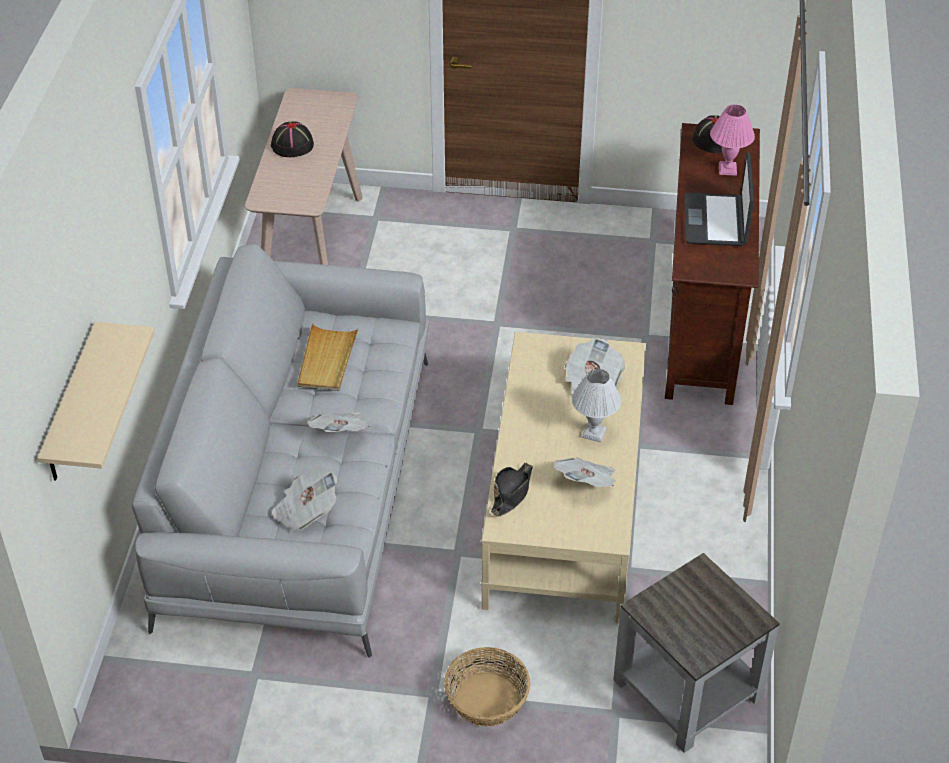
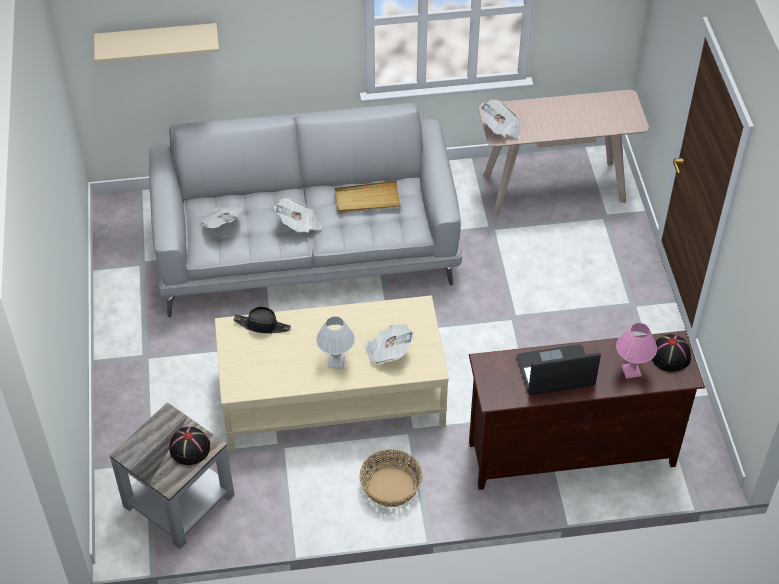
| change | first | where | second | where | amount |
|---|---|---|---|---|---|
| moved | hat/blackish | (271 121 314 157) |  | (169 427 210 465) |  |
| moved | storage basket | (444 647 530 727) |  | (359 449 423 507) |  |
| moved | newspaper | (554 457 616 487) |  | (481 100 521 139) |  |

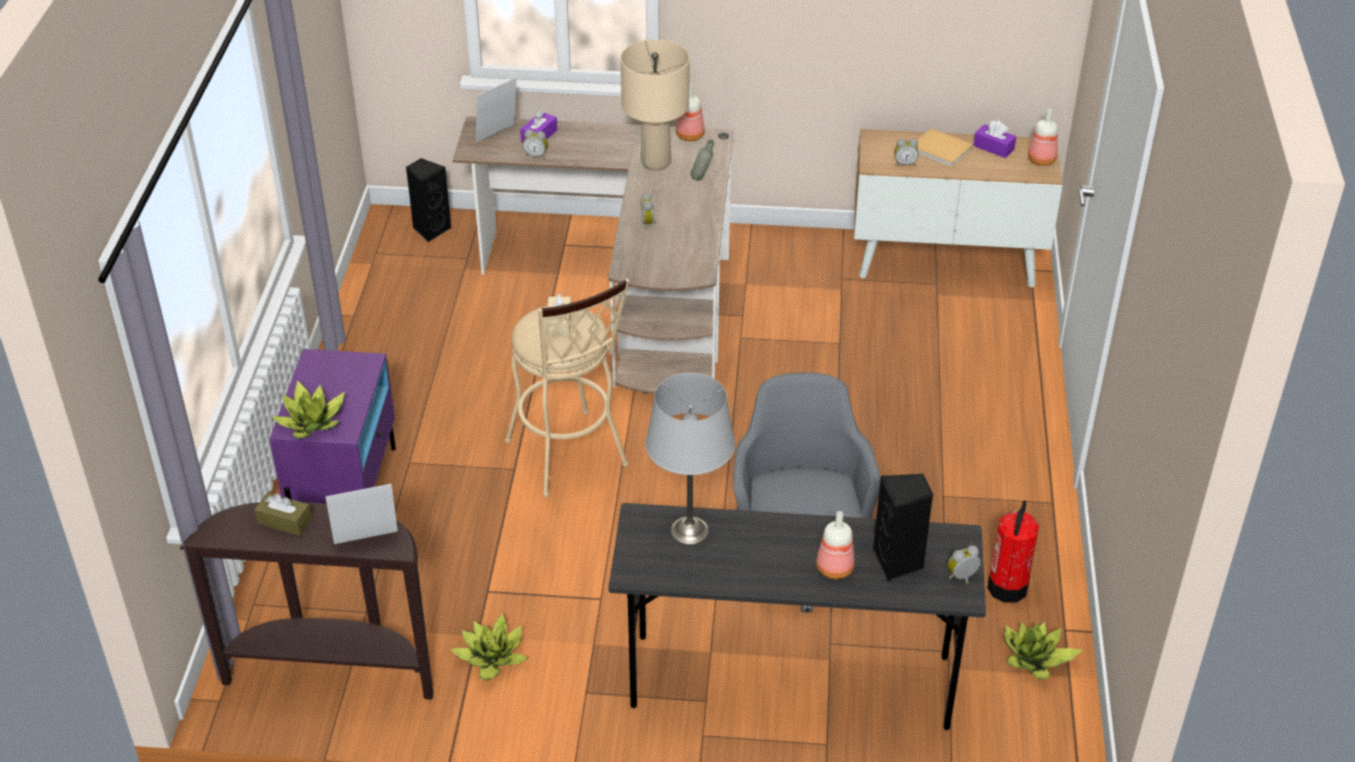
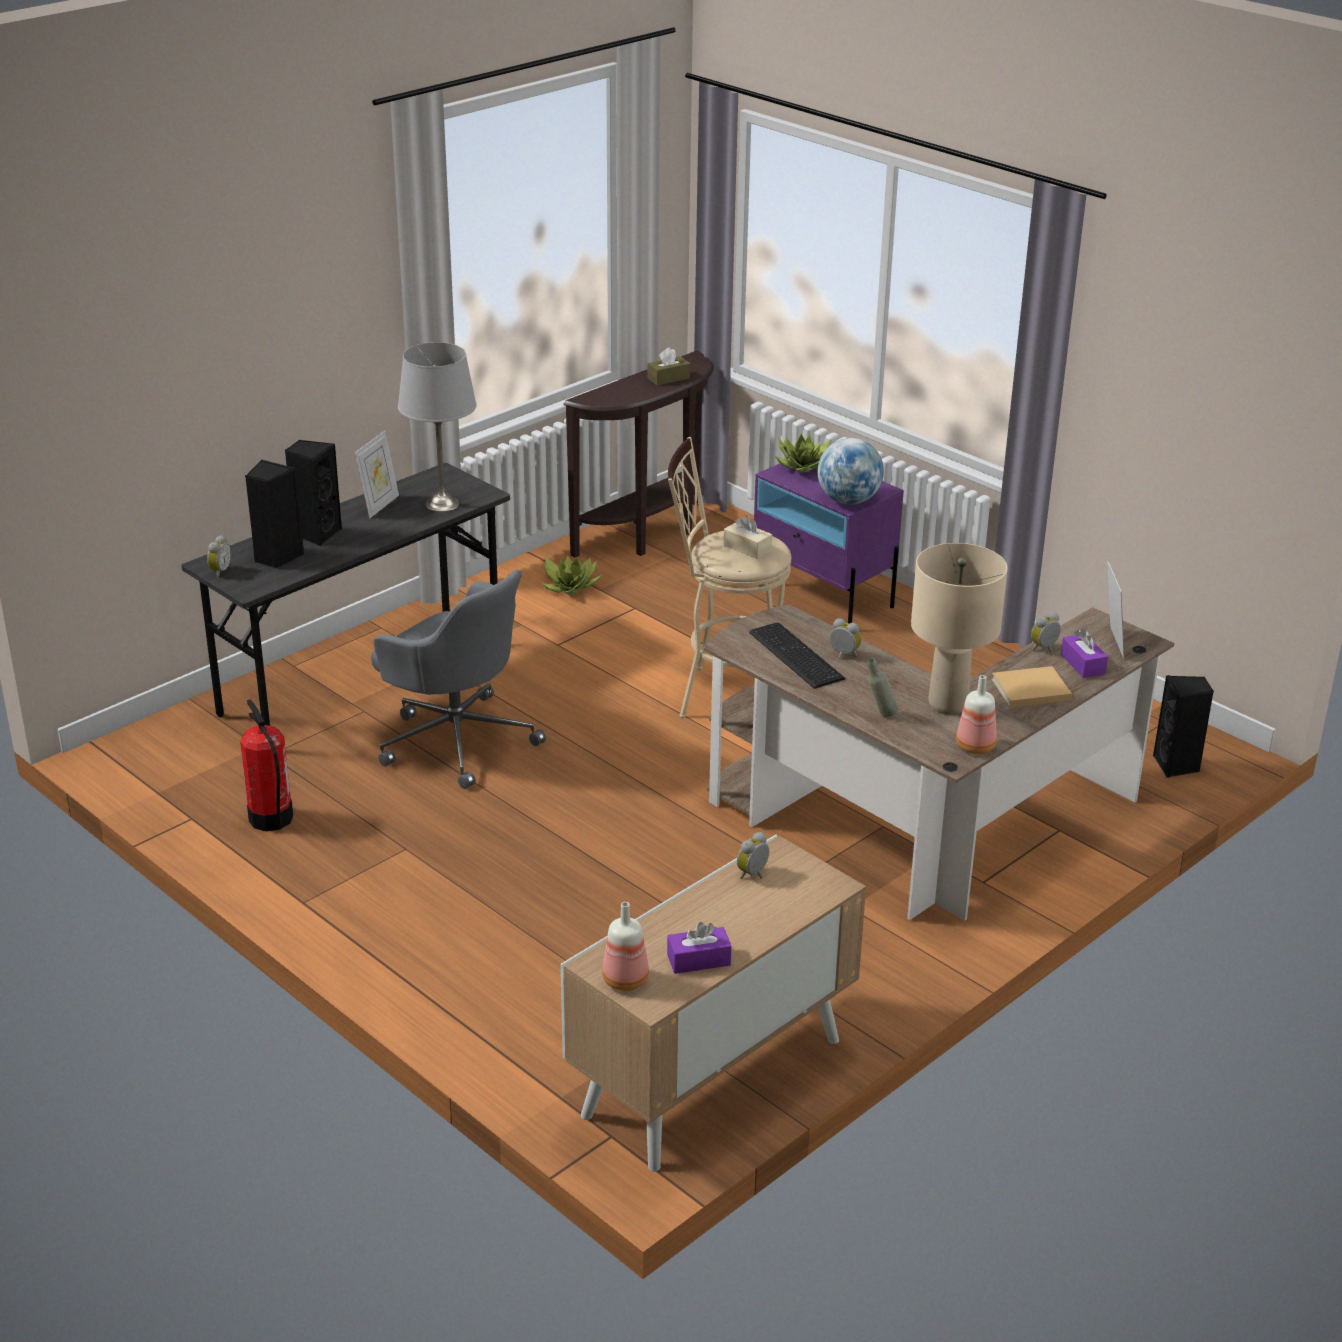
| change | first | where | second | where | amount |
|---|---|---|---|---|---|
| removed | potted plant | (1004 621 1082 680) |  |  |  |
| added |  |  | PC keyboard | (749 623 845 689) |  |
| added |  |  | desk globe | (818 438 884 505) |  |
| moved | photo frame | (326 484 398 544) |  | (355 431 399 518) |  |
| moved | volume/beige-coloured | (917 128 973 168) |  | (991 666 1072 707) |  |
| replaced | beverage bottle | (816 511 855 579) | speaker/blackish | (285 440 342 546) |  |

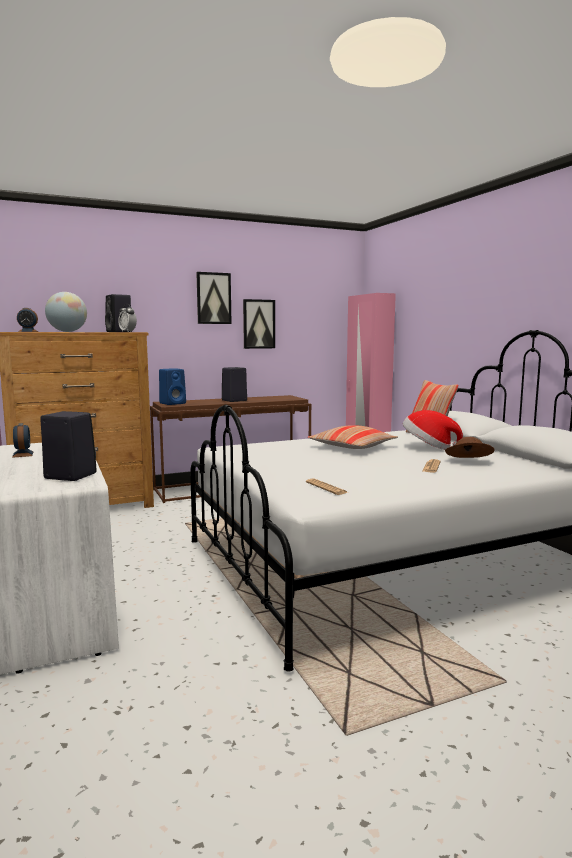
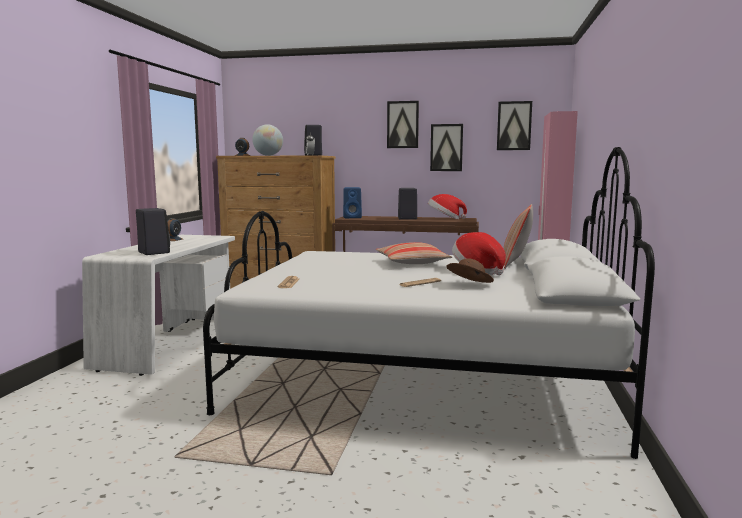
| change | first | where | second | where | amount |
|---|---|---|---|---|---|
| added |  |  | hat | (428 194 467 219) |  |
| added |  |  | wall picture | (497 101 532 150) |  |

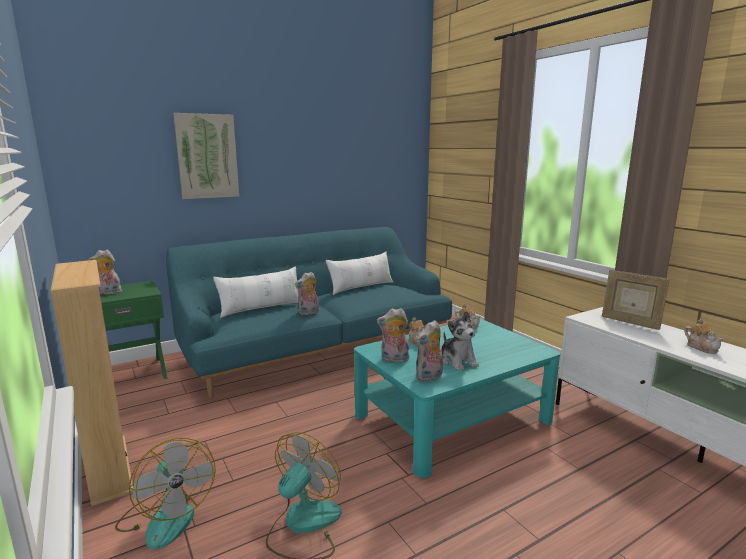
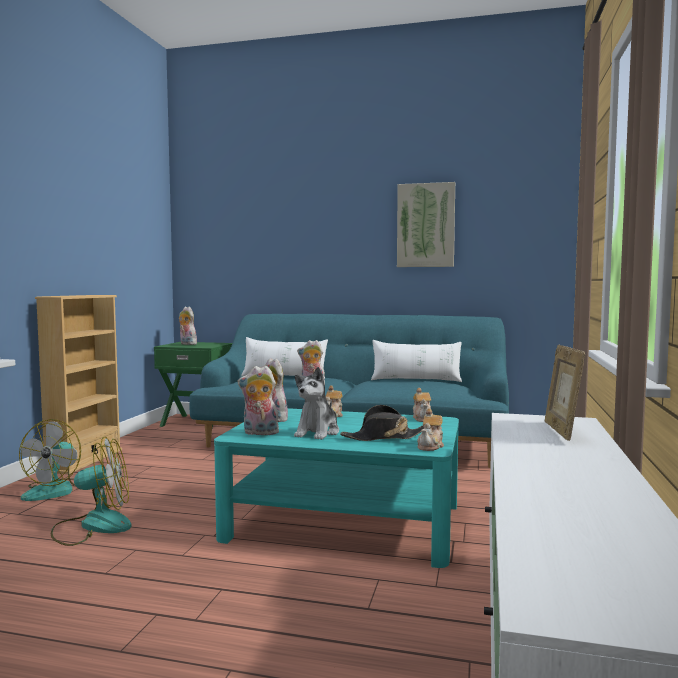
| change | first | where | second | where | amount |
|---|---|---|---|---|---|
| added |  |  | hat/blackish | (340 405 424 441) |  |
| moved | wall picture | (173 113 239 199) |  | (397 182 455 267) |  |
| moved | teapot | (684 319 724 354) |  | (417 409 444 451) |  |

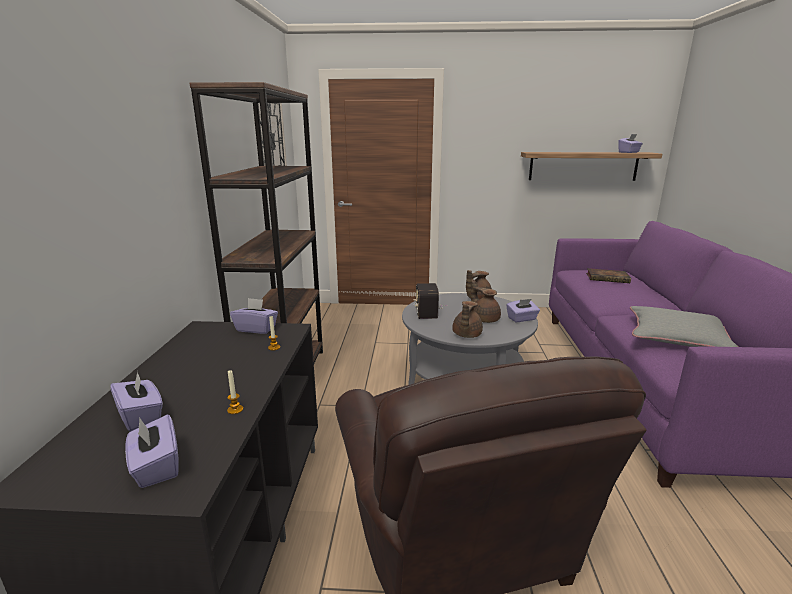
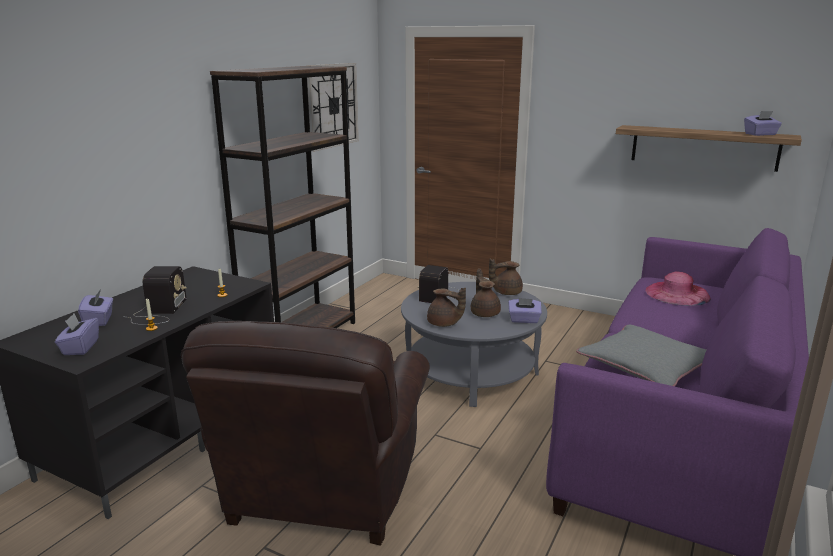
| change | first | where | second | where | amount |
|---|---|---|---|---|---|
| removed | tissue box/purple-coloured | (230 298 278 334) |  |  |  |
| added |  |  | radio | (128 266 187 325) |  |
| replaced | volume | (586 268 631 283) | hat/pink | (645 272 711 306) |  |
| turned | teapot/brownish | (452 301 483 338) |  | (427 288 466 327) | 105 degrees counterclockwise |

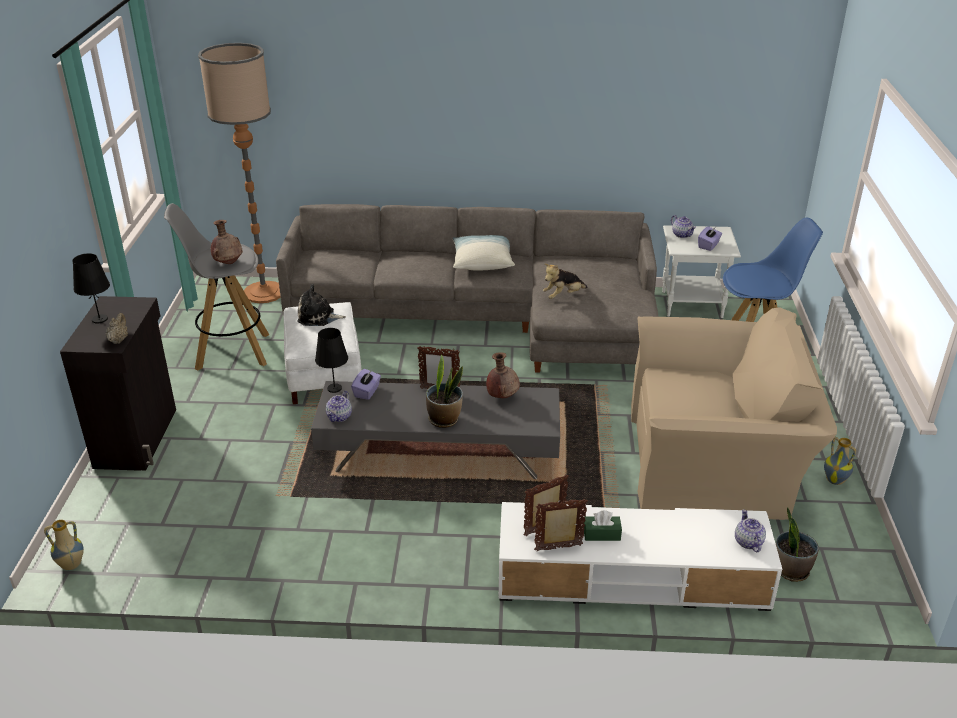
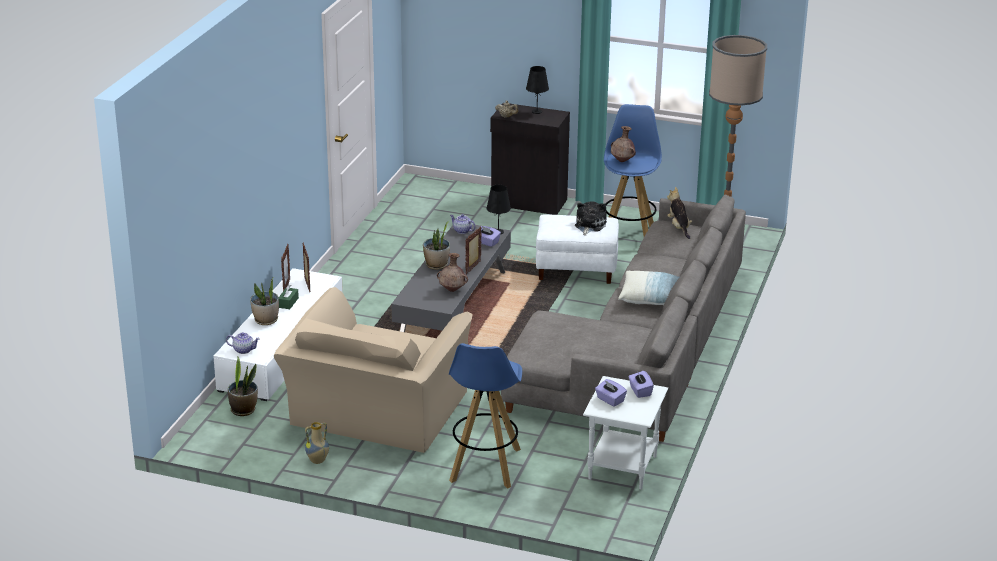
| change | first | where | second | where | amount |
|---|---|---|---|---|---|
| removed | flower vase | (44 520 84 570) |  |  |  |
| added |  |  | potted plant | (250 277 279 325) |  |
| moved | soft toy | (543 264 588 299) |  | (667 187 692 239) |  |
| replaced | teapot | (671 215 696 238) | tissue box/purple-coloured | (628 371 654 398) |  |
| recoloured | sitting stool/gray | (164 203 269 371) | sitting stool/blue-coloured | (604 104 662 236) |  |

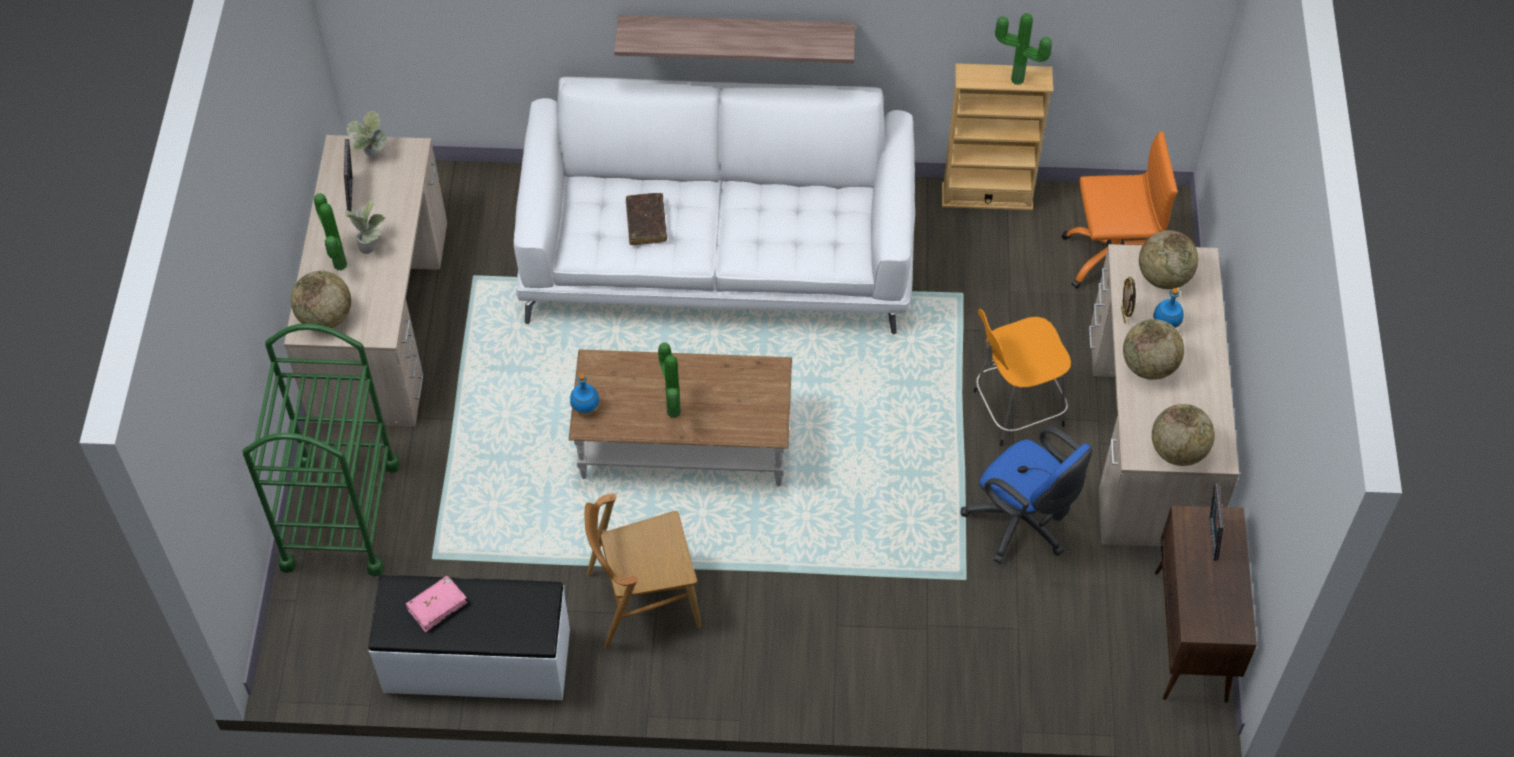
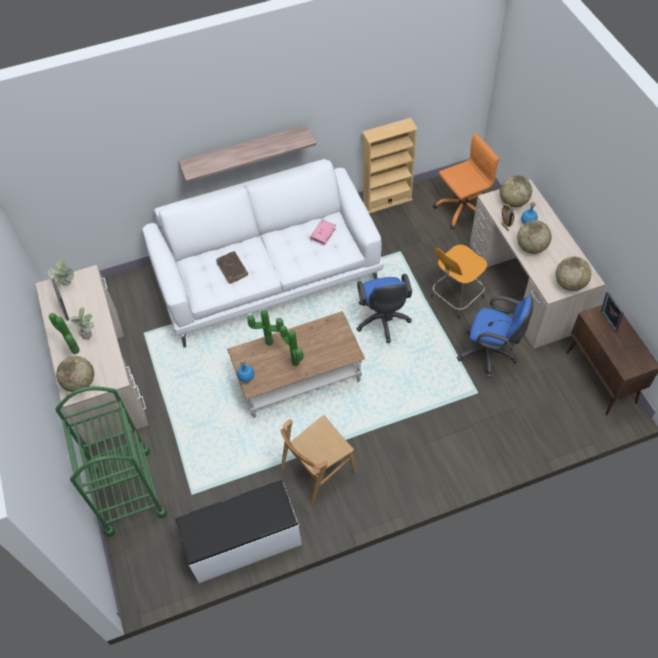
| change | first | where | second | where | amount |
|---|---|---|---|---|---|
| added |  |  | computer chair/blue-coloured | (356 274 412 343) |  |
| moved | volume/pink | (406 576 467 632) |  | (310 220 336 246) |  |
| moved | potted plant | (995 13 1052 85) |  | (247 309 284 346) |  |

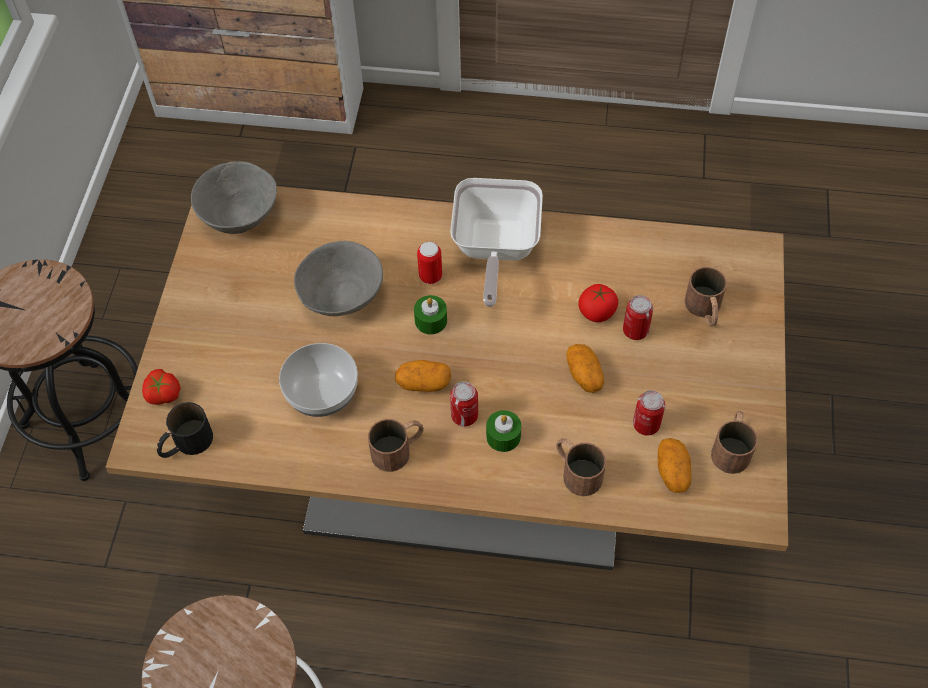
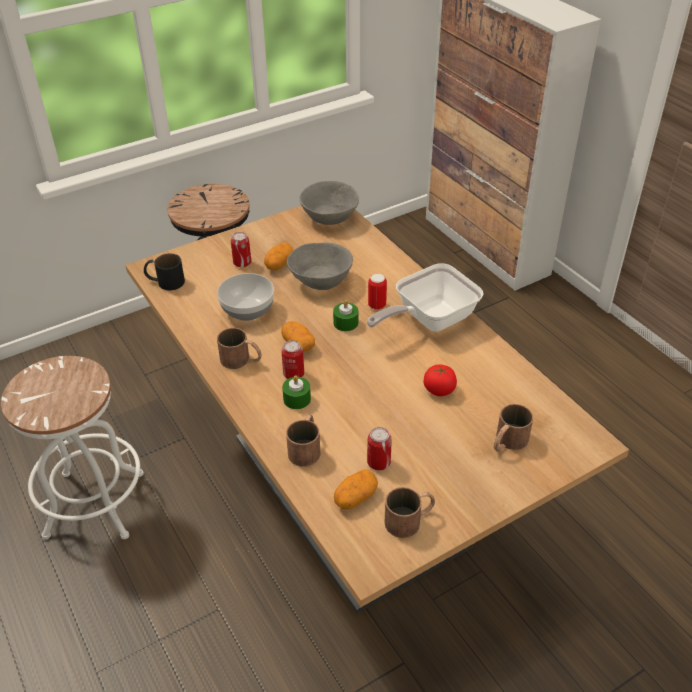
| change | first | where | second | where | amount |
|---|---|---|---|---|---|
| removed | whole tomato | (142 369 181 405) |  |  |  |
| moved | potato | (567 344 604 393) |  | (264 243 293 270) |  |
| moved | can | (623 295 653 340) |  | (231 232 251 267) |  |

